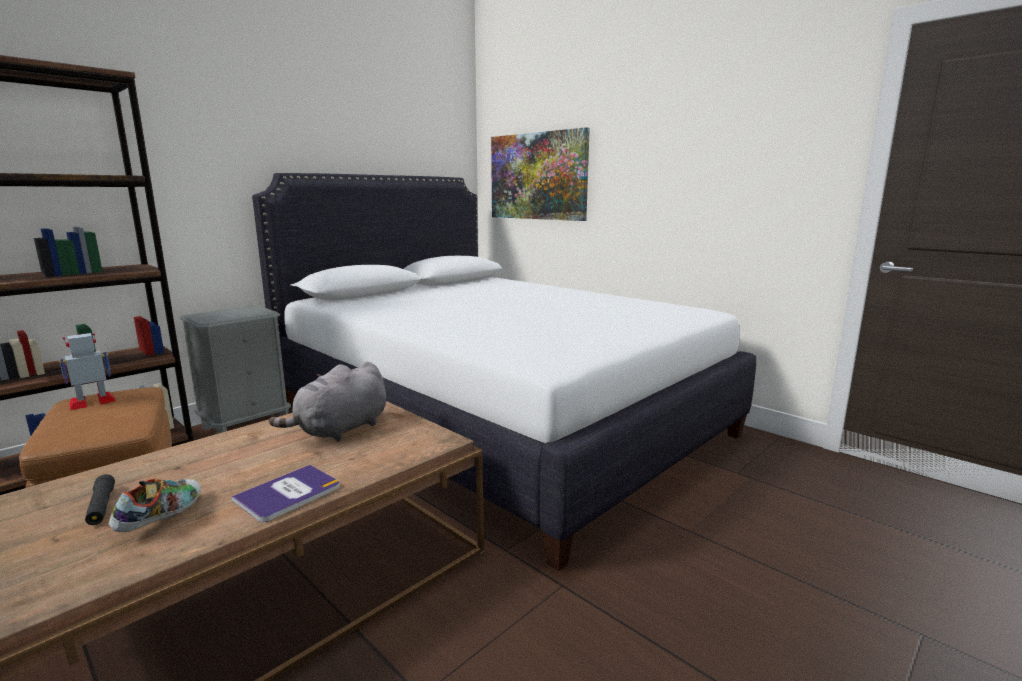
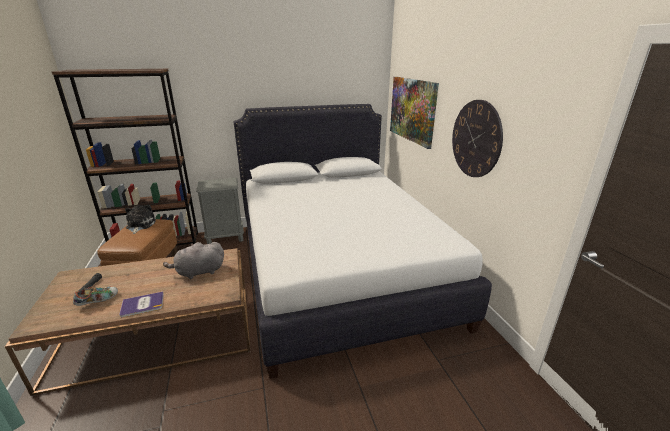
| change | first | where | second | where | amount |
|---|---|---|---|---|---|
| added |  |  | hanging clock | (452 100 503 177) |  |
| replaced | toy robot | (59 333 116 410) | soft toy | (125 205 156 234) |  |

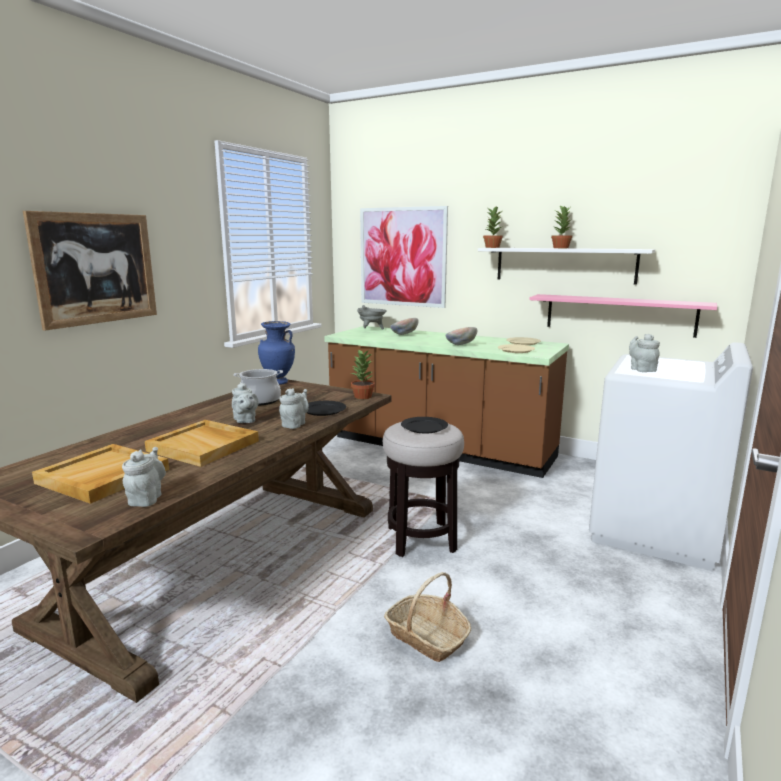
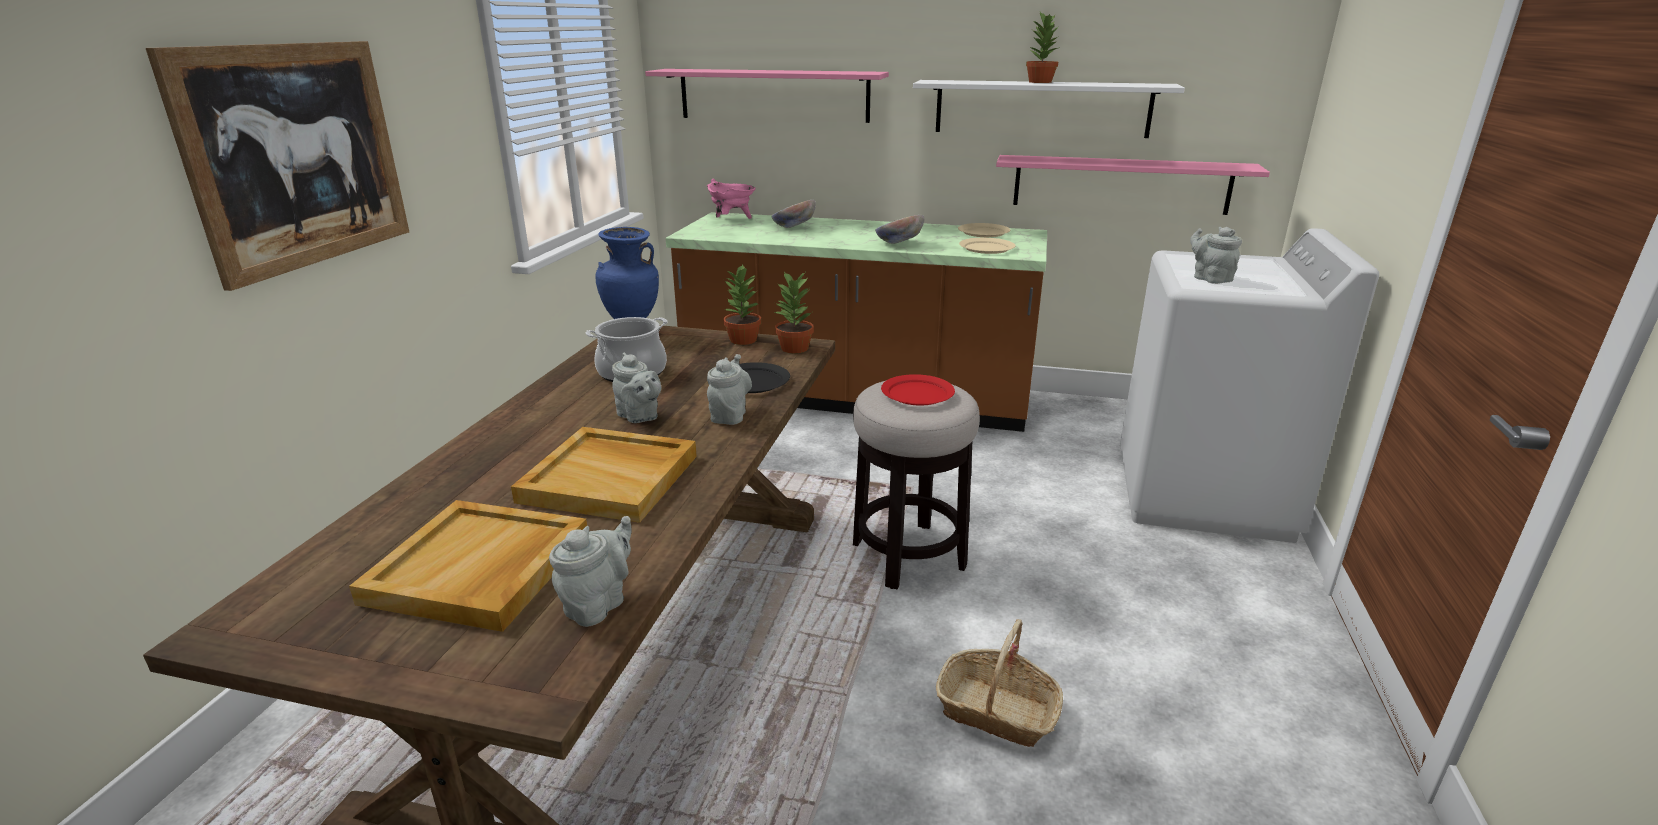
| change | first | where | second | where | amount |
|---|---|---|---|---|---|
| moved | potted plant | (483 206 503 248) |  | (723 265 761 345) |  |
| replaced | wall picture | (360 206 448 308) | bracket shelf/pink | (645 69 889 123) |  |
| recoloured | stockpot/gray | (357 305 387 330) | stockpot/pink | (707 179 756 219) |  |
| recoloured | flat dish/blackish | (401 417 448 433) | flat dish/red | (881 374 955 406) |  |
| turned | teapot/gray | (122 447 166 507) |  | (549 516 632 627) | 45 degrees clockwise |

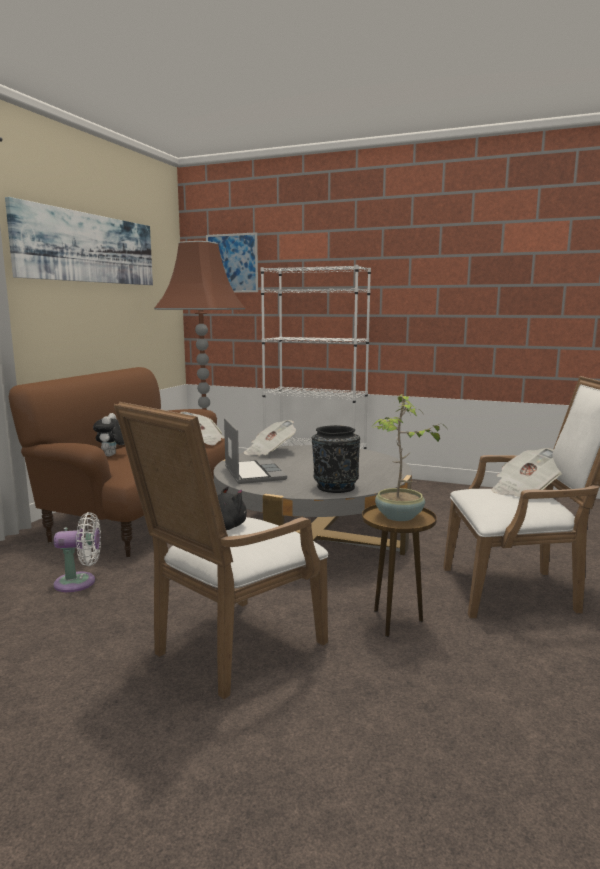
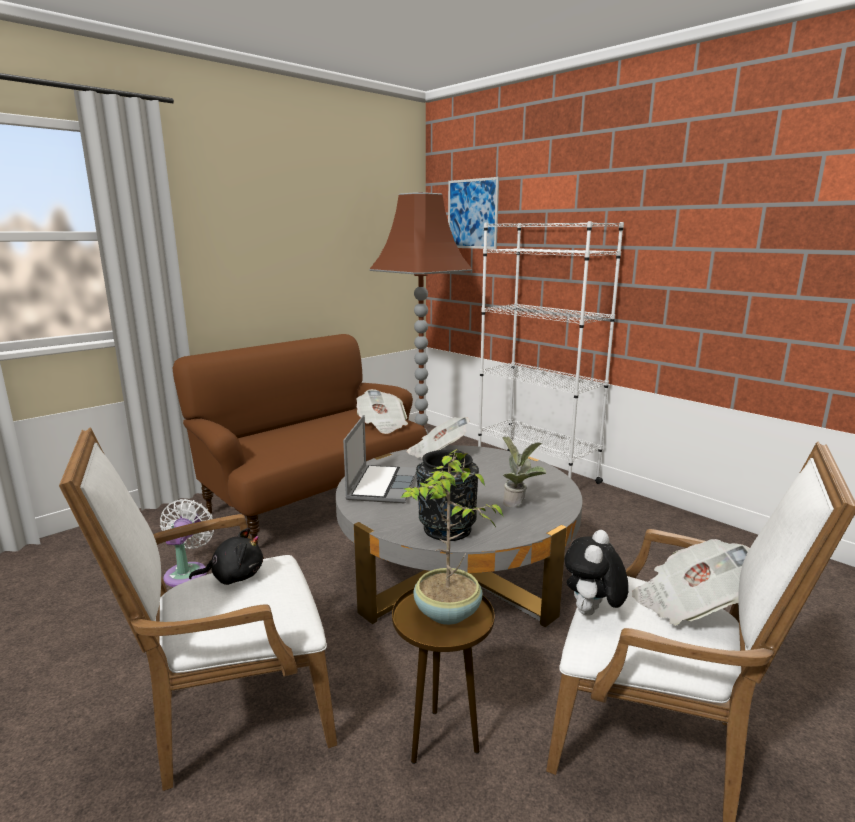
| change | first | where | second | where | amount |
|---|---|---|---|---|---|
| removed | wall picture | (5 197 153 285) |  |  |  |
| added |  |  | potted plant | (502 436 547 507) |  |
| moved | soft toy | (93 413 125 456) |  | (564 530 629 616) |  |
| turned | fan/white | (54 512 101 592) |  | (160 499 214 587) | 105 degrees counterclockwise |

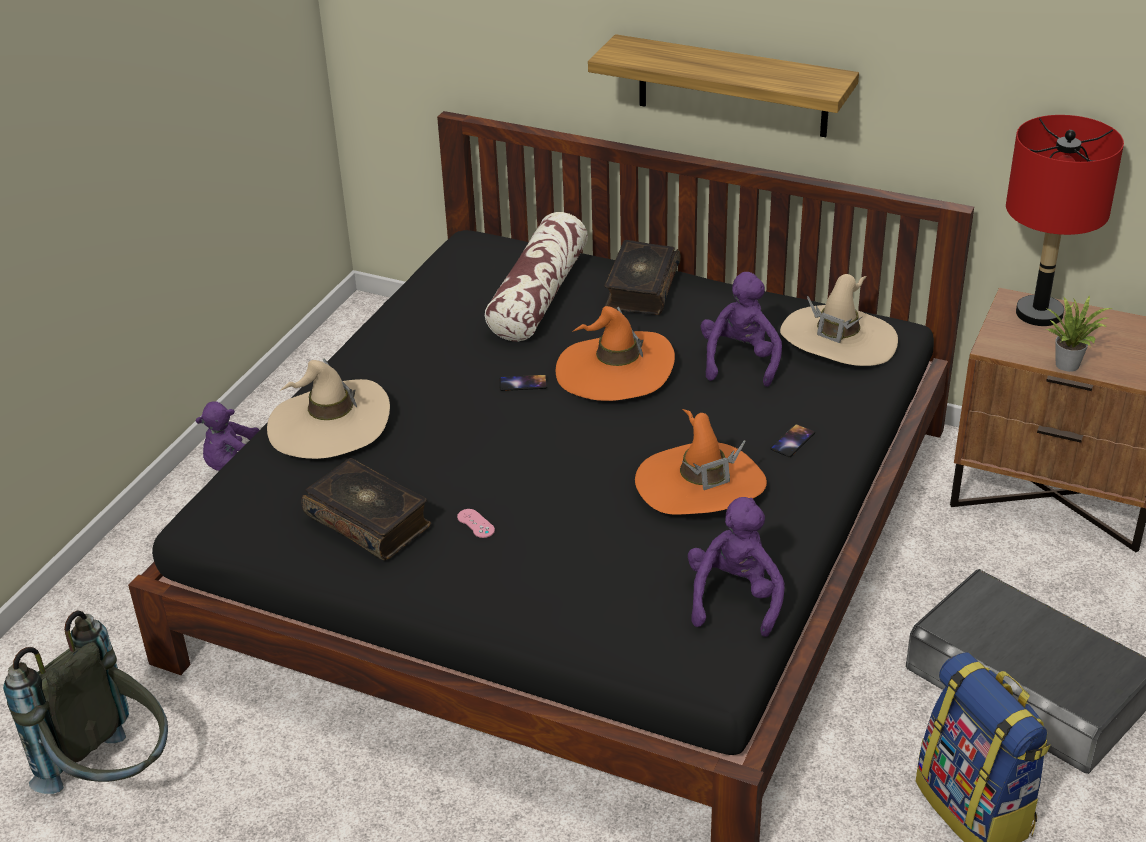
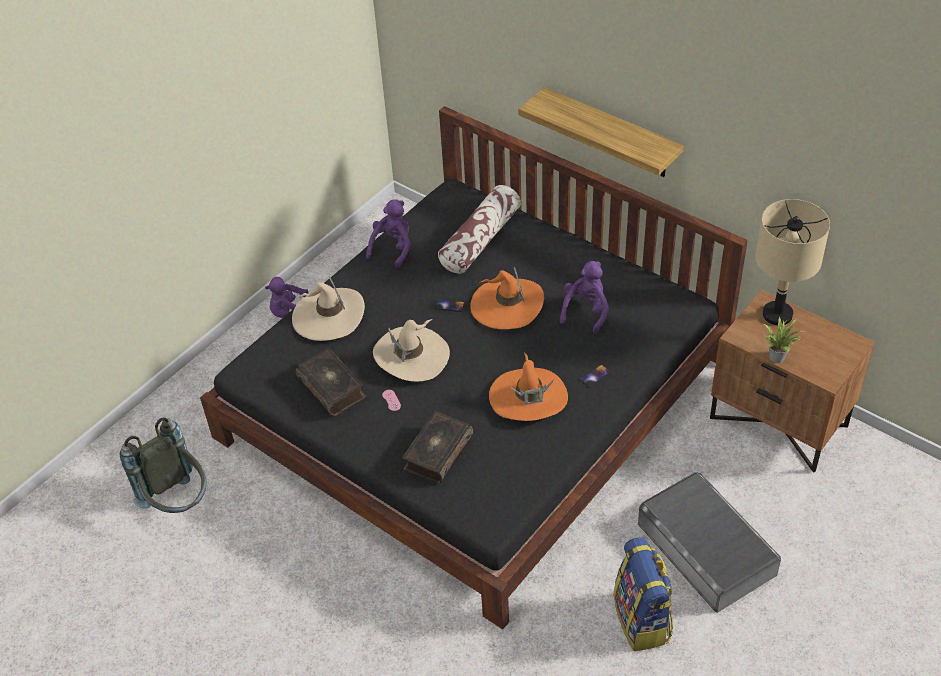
| change | first | where | second | where | amount |
|---|---|---|---|---|---|
| moved | volume | (604 240 681 315) |  | (402 411 473 484) |  |
| moved | soft toy/purple-coloured | (688 497 785 637) |  | (366 199 410 269) |  |
| moved | hat/beige-coloured | (780 274 898 366) |  | (373 319 450 381) |  |
| recoloured | tabletop lamp/red | (1006 115 1124 326) | tabletop lamp/beige-coloured | (755 199 830 325) |  |

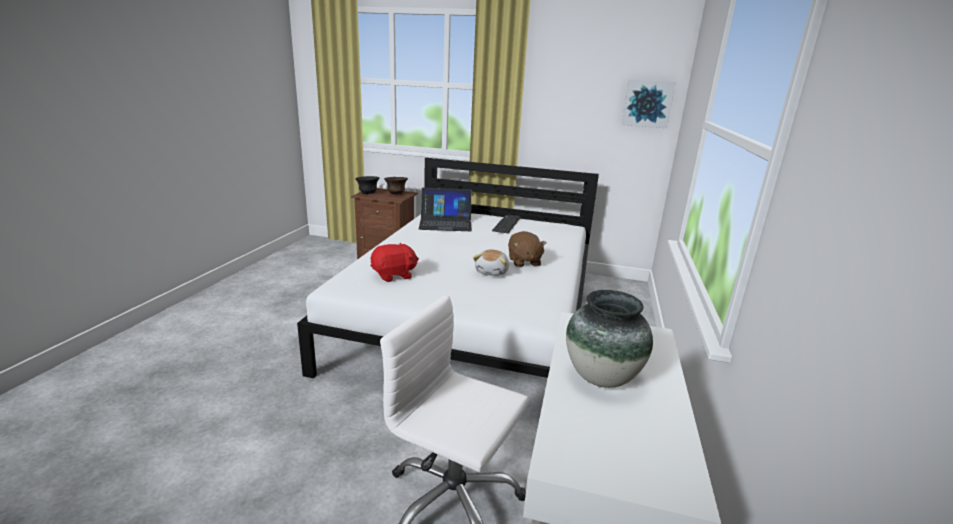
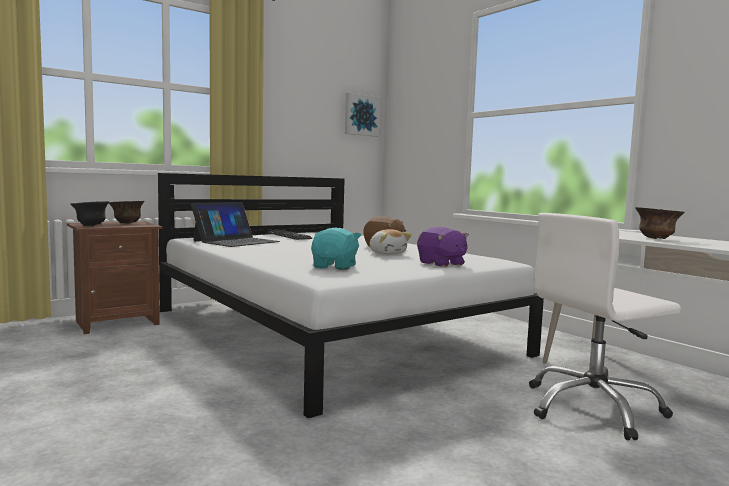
| change | first | where | second | where | amount |
|---|---|---|---|---|---|
| added |  |  | soft toy/purple-coloured | (417 227 469 267) |  |
| replaced | flower vase | (566 290 653 388) | deep dish/brownish | (635 207 685 239) |  |
| recoloured | soft toy/red | (371 243 419 282) | soft toy/turquoise-coloured | (311 228 361 270) |  |

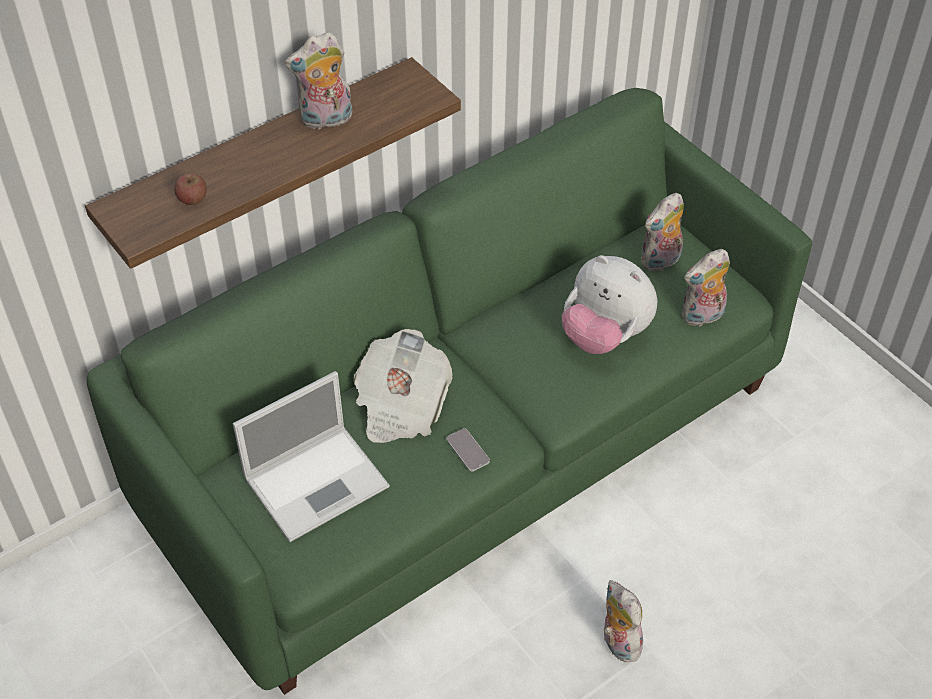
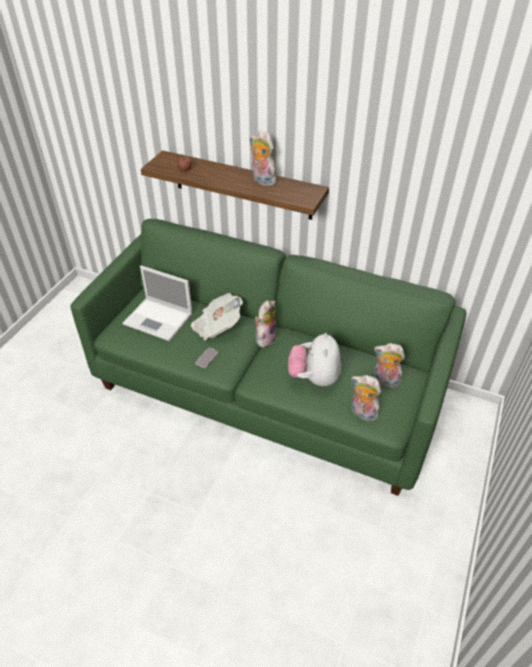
| change | first | where | second | where | amount |
|---|---|---|---|---|---|
| moved | soft toy | (604 580 643 662) |  | (255 300 277 347) |  |

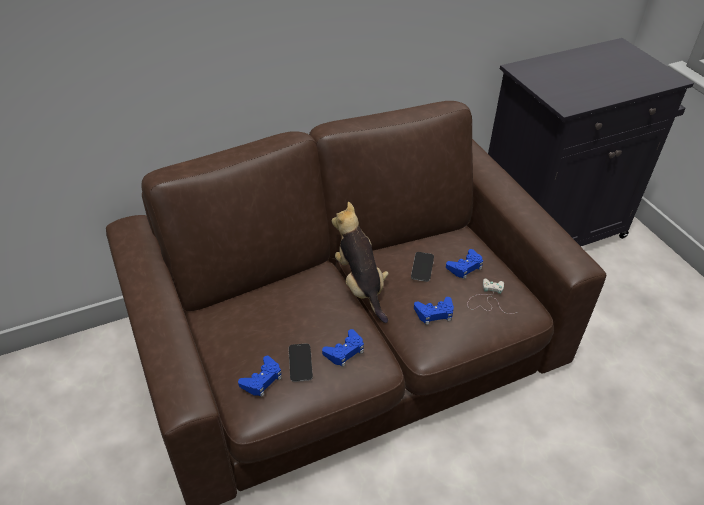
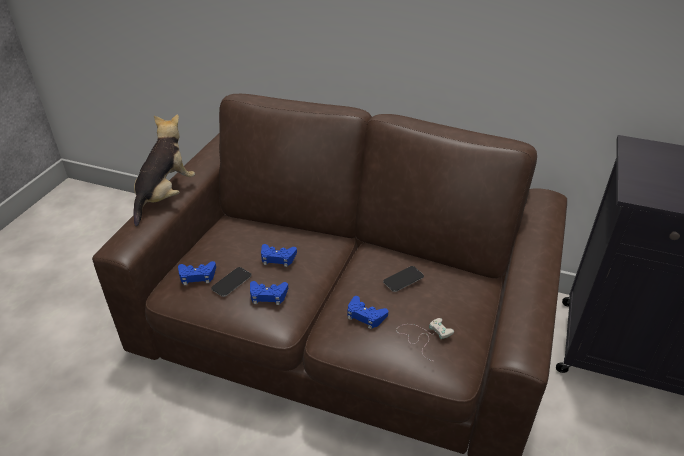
| change | first | where | second | where | amount |
|---|---|---|---|---|---|
| moved | soft toy | (332 202 389 323) |  | (133 114 195 227) |  |
| moved | game controller/blue-coloured | (446 249 483 279) |  | (261 244 297 267) |  |

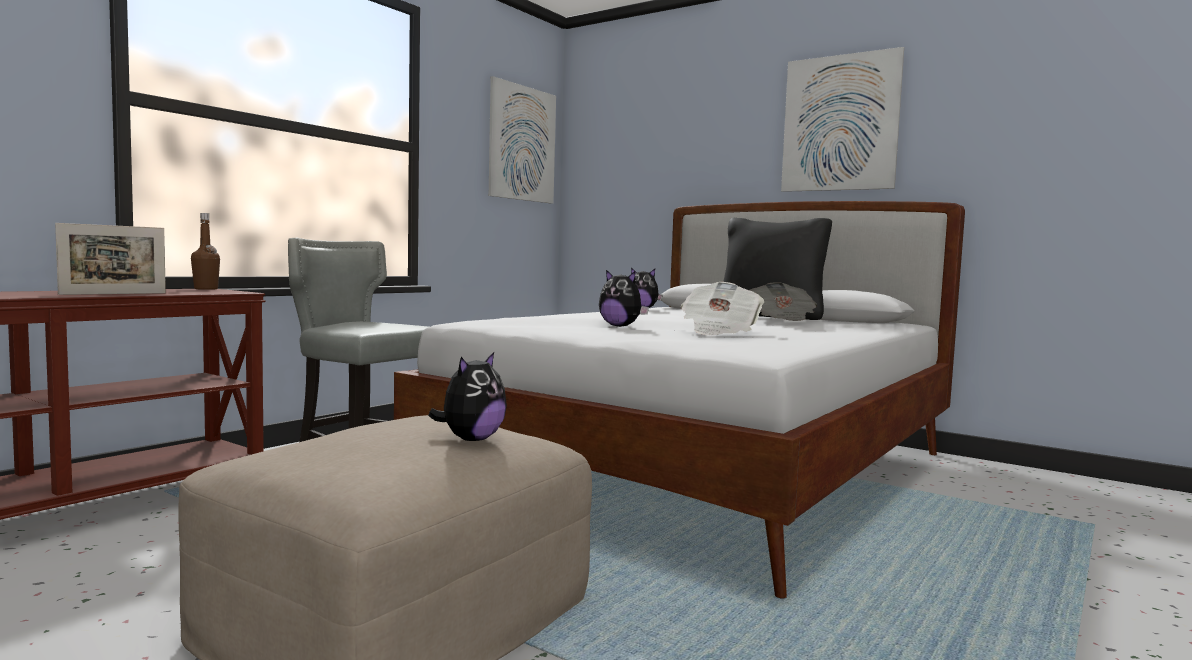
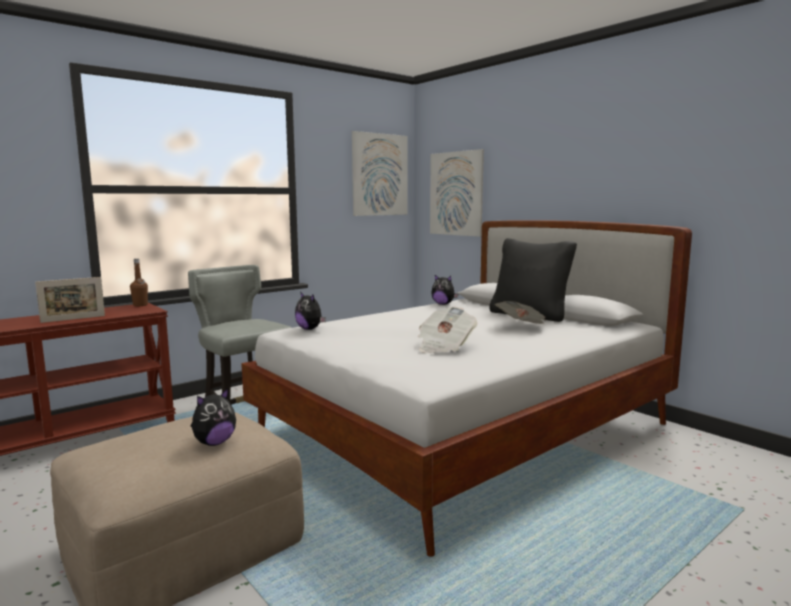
| change | first | where | second | where | amount |
|---|---|---|---|---|---|
| moved | soft toy | (599 270 649 327) |  | (295 292 326 330) |  |
| moved | wall picture | (781 47 904 192) |  | (430 149 484 237) |  |

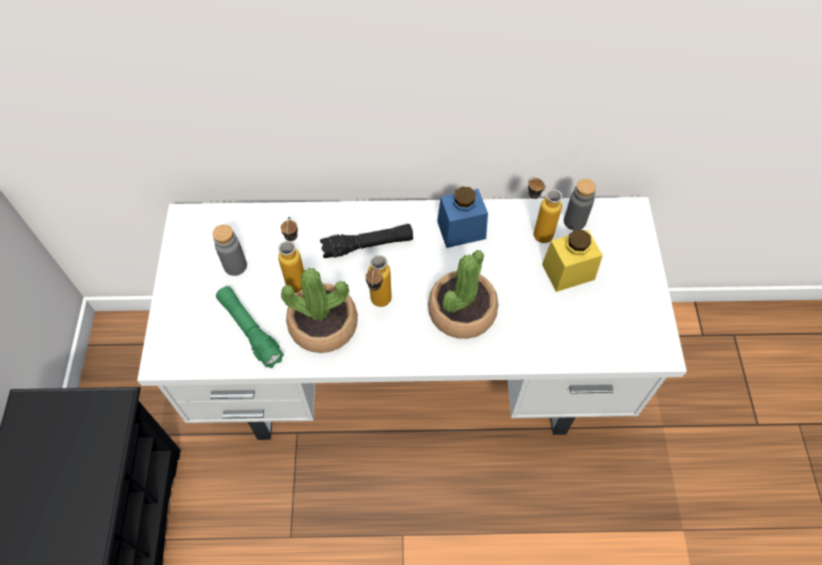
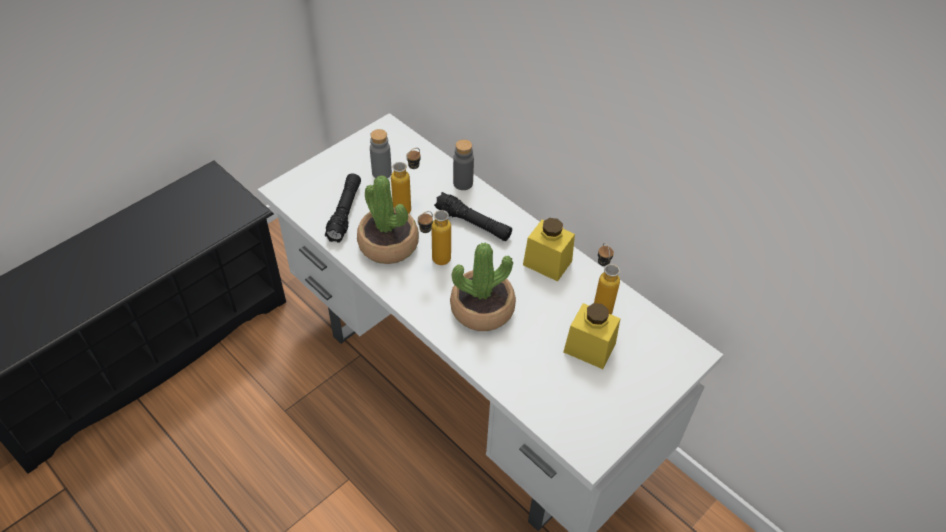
| change | first | where | second | where | amount |
|---|---|---|---|---|---|
| moved | beverage bottle/gray | (564 179 596 230) |  | (453 139 474 190) |  |
| recoloured | flashlight/greenish | (216 286 284 368) | flashlight/blackish | (325 173 361 243) |  |
| recoloured | storage jar/blue-coloured | (437 186 488 248) | storage jar/yellowish | (523 218 575 282) |  |

